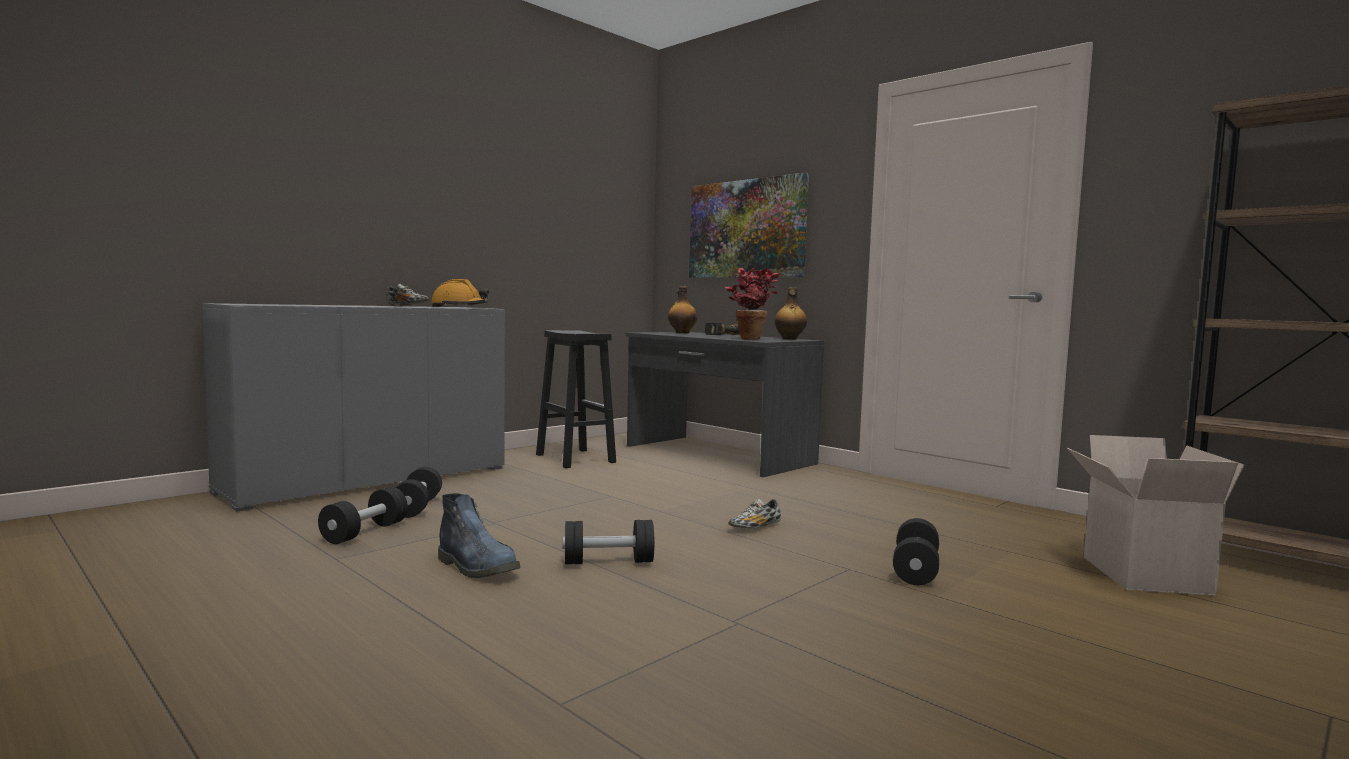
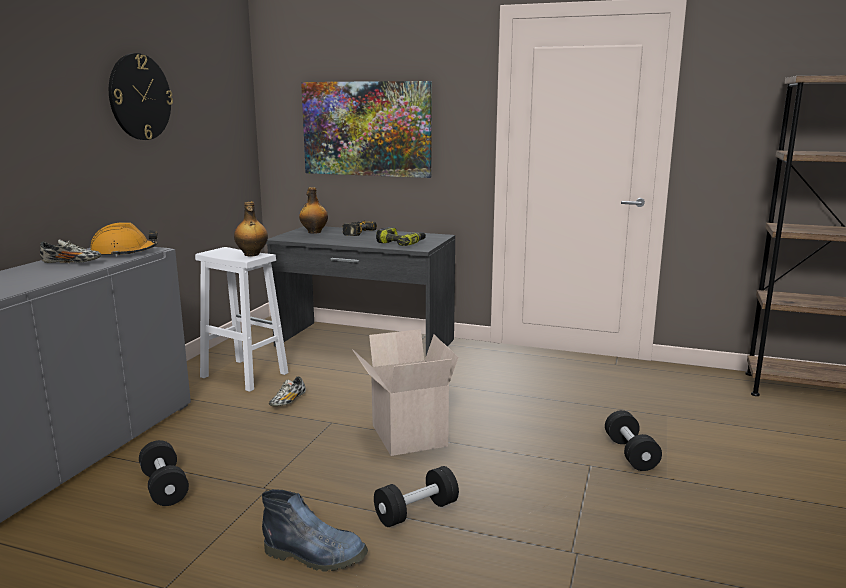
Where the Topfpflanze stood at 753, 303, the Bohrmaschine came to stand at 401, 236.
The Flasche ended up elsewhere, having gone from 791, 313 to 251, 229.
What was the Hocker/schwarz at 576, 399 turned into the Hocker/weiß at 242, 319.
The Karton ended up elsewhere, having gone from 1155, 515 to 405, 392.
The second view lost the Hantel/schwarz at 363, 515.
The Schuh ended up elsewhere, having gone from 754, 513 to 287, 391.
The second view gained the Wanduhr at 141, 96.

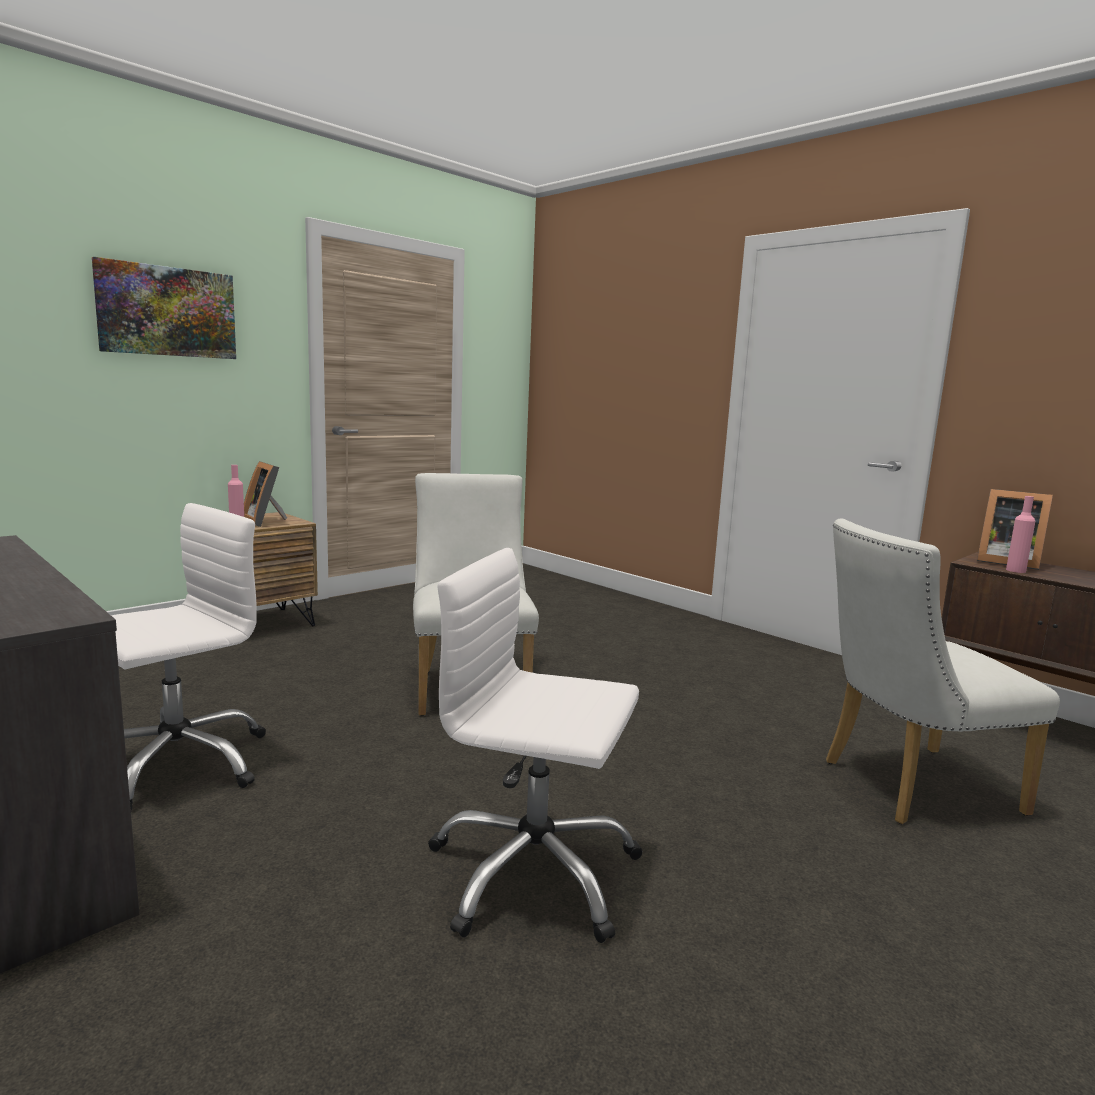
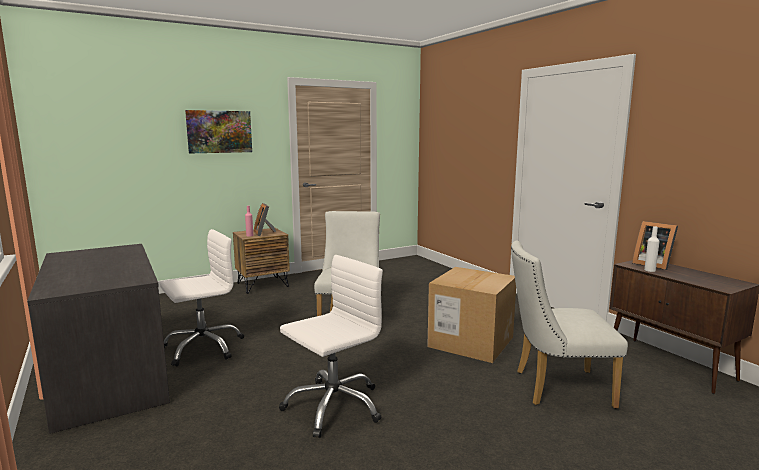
What was the Flasche/rosa at 1020, 534 turned into the Flasche/weiß at 652, 249.
The Bürostuhl/weiß at 535, 745 ended up facing another way, 105 degrees clockwise from before.
The second view gained the Karton at 471, 315.

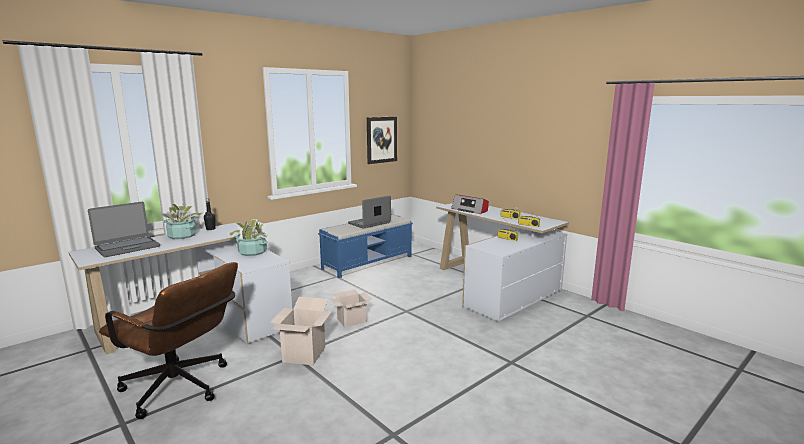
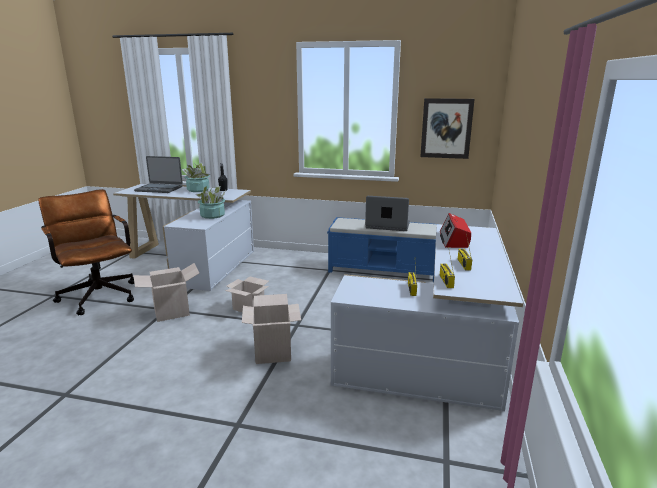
The Bürostuhl/braun at 168, 340 ended up facing another way, 150 degrees clockwise from before.
The second view gained the Karton at 271, 329.

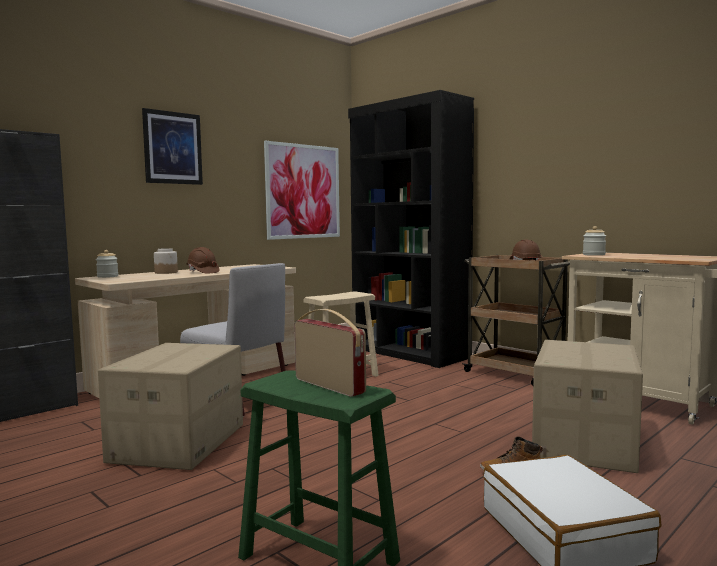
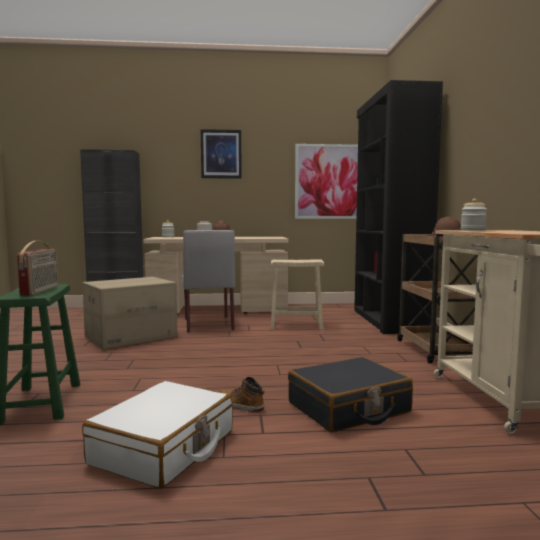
Where the Karton stood at 587, 406, the Koffer/schwarz came to stand at 350, 395.

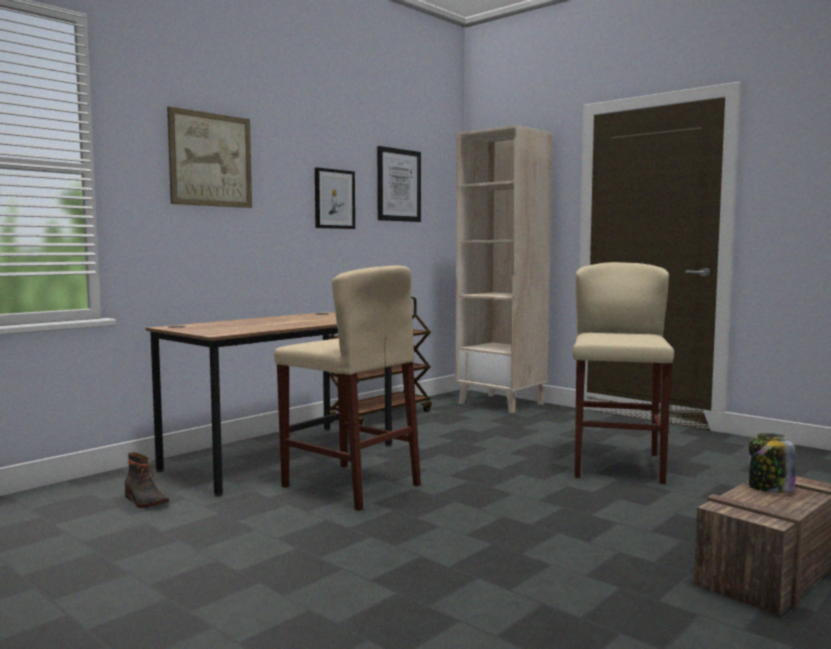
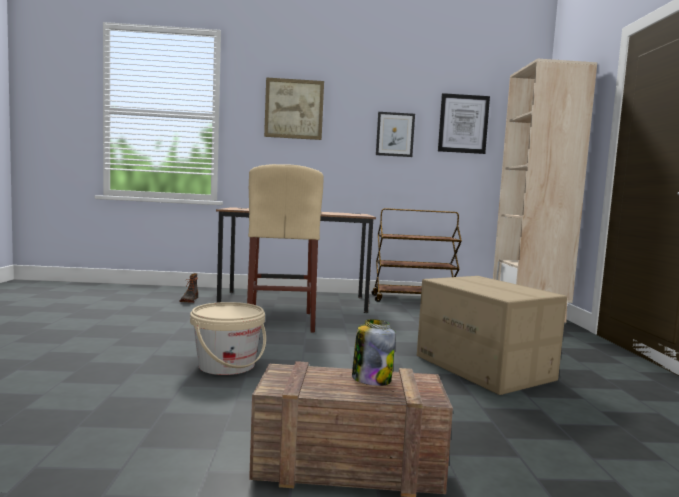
Where the Hocker/beige stood at 623, 373, the Karton came to stand at 492, 335.
The second view gained the Eimer/beige at 228, 338.

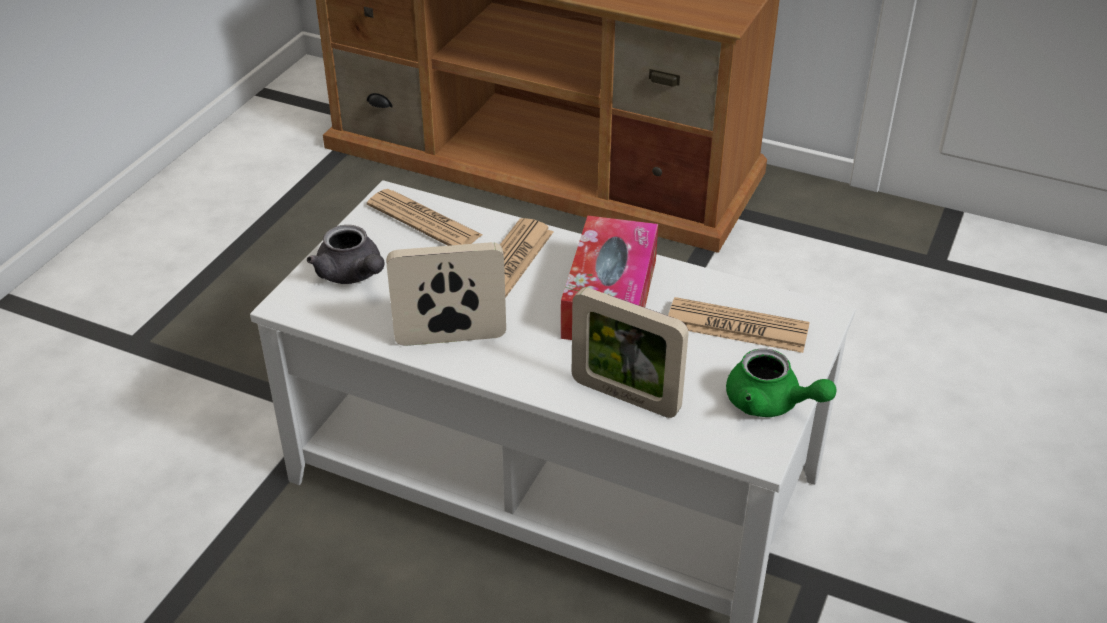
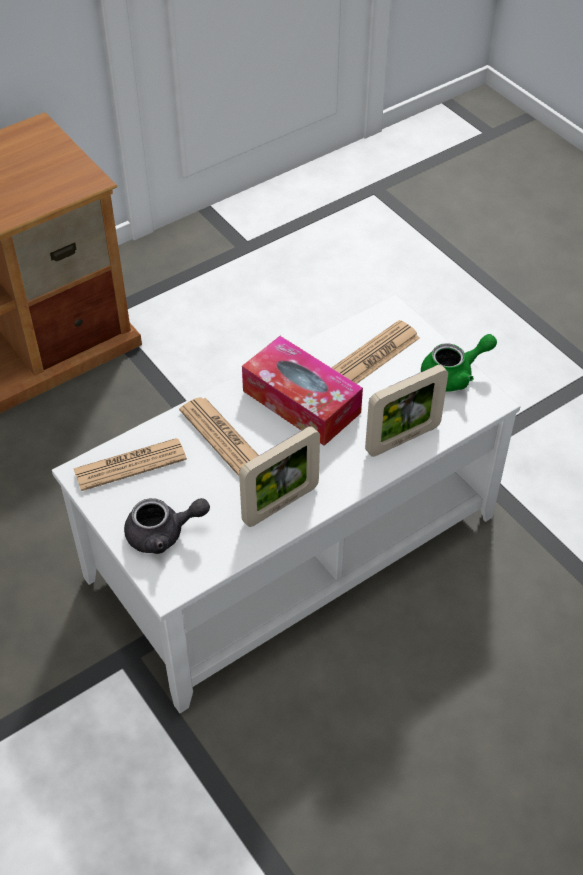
The Bilderrahmen at 446, 294 ended up facing another way, 150 degrees counterclockwise from before.

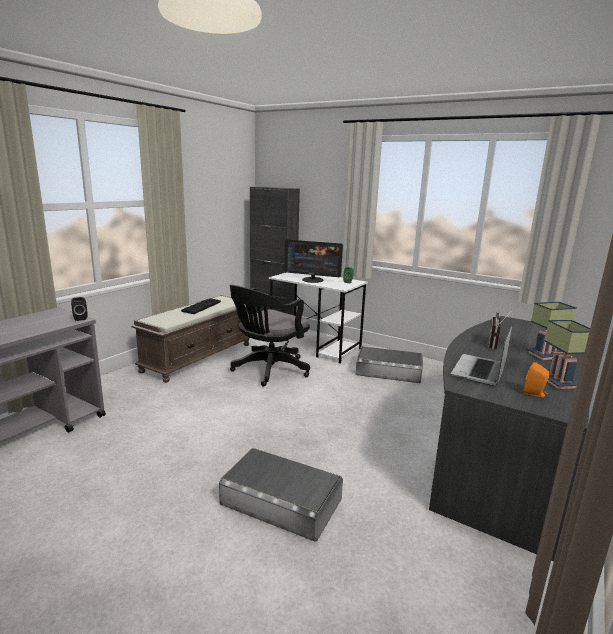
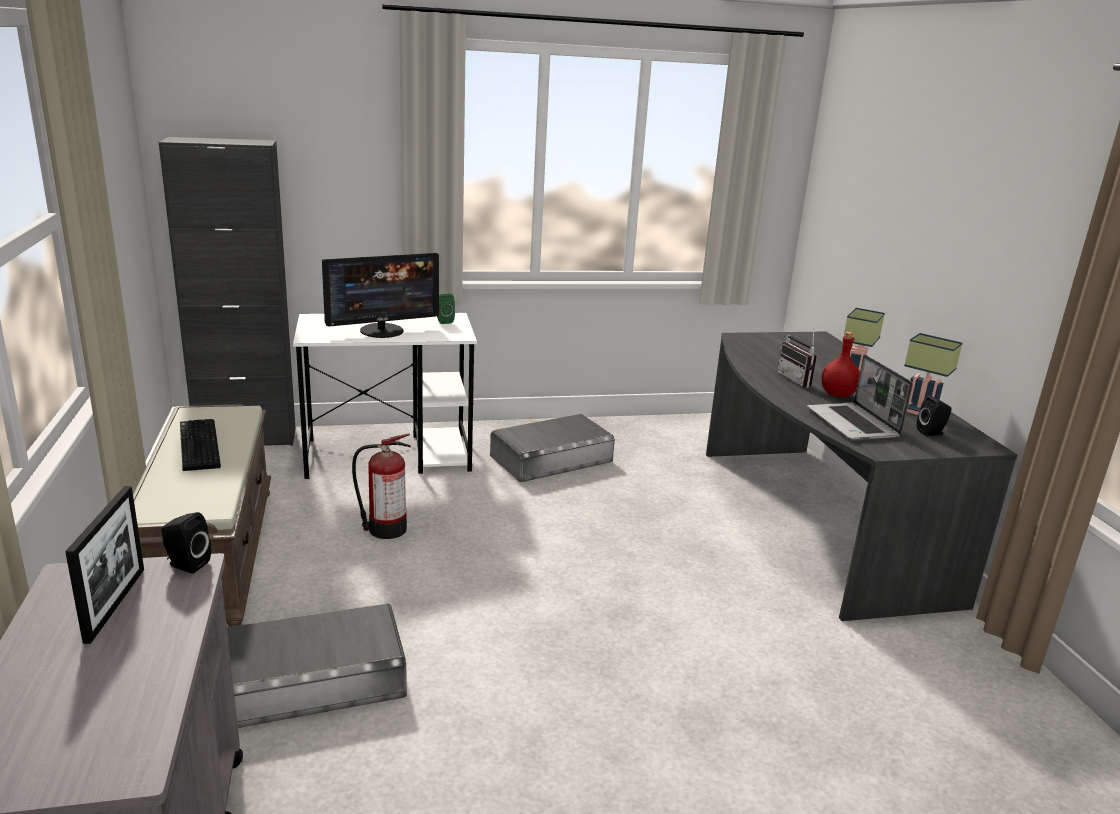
Where the Bürostuhl/schwarz stood at 270, 336, the Feuerlöscher came to stand at 381, 486.
What was the Lautsprecher/orange at 537, 379 turned into the Lautsprecher/schwarz at 934, 415.
The Aufbewahrungsbox/grau ended up elsewhere, having gone from 281, 494 to 317, 665.
The second view gained the Flasche/rot at 840, 364.
The second view gained the Bilderrahmen at 104, 565.

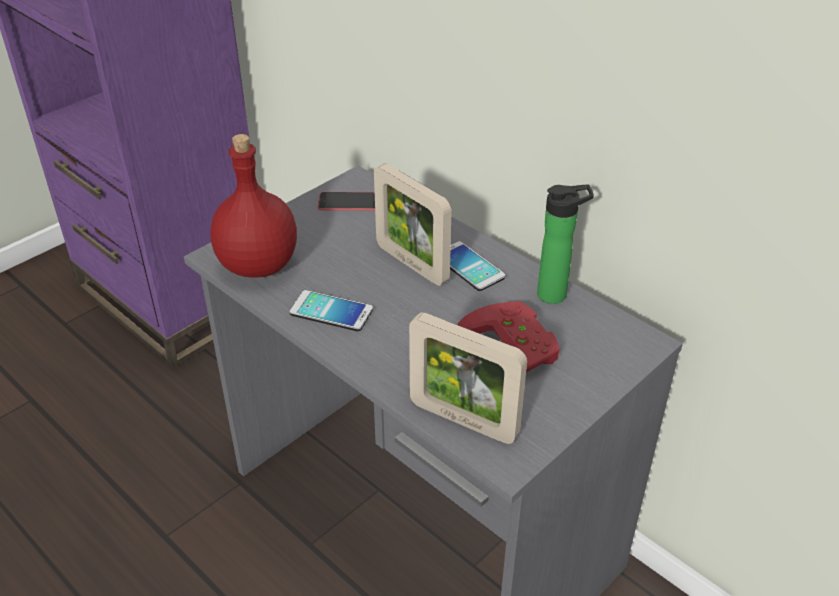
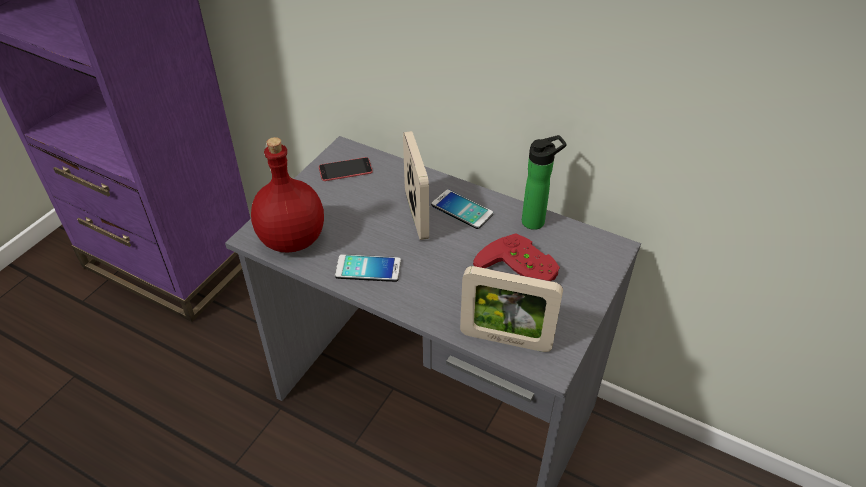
The Bilderrahmen at 413, 224 ended up facing another way, 135 degrees counterclockwise from before.

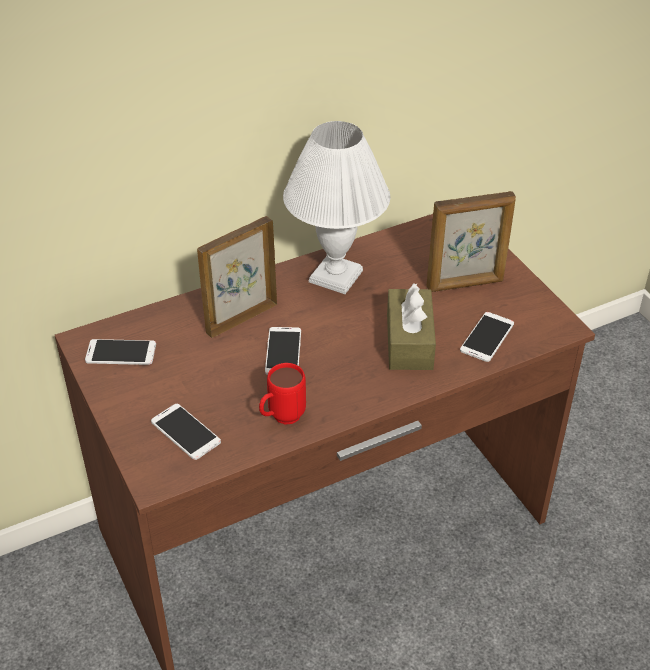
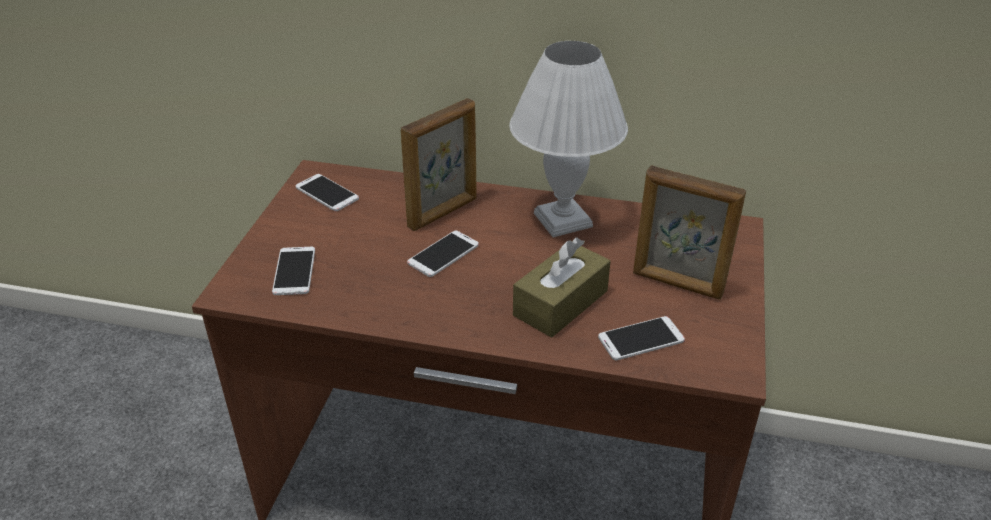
The Bilderrahmen at 237, 277 ended up facing another way, 135 degrees clockwise from before.
The second view lost the Henkelbecher/rot at 282, 394.

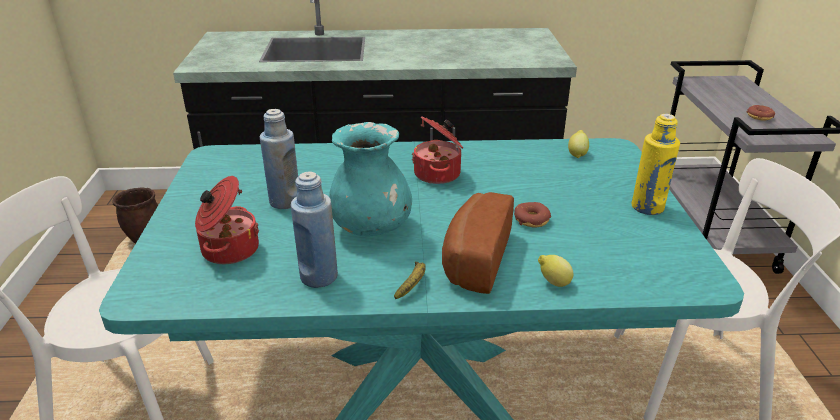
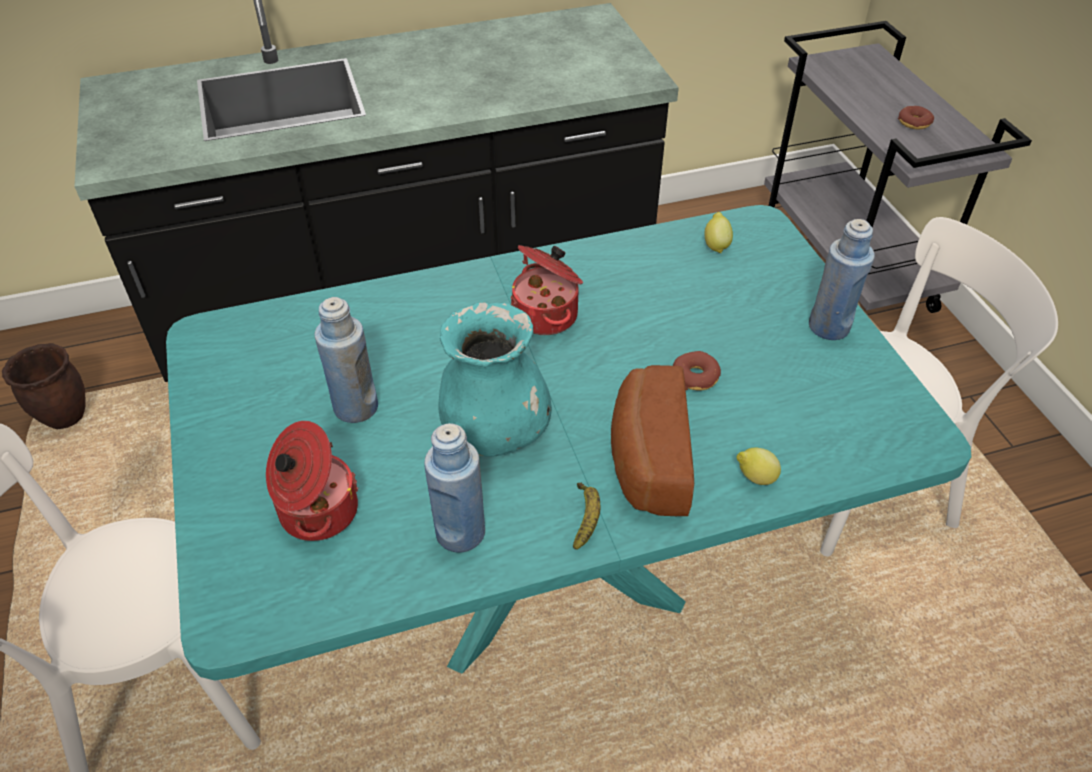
What was the Flasche/gelb at 656, 164 turned into the Flasche/blau at 842, 279.

